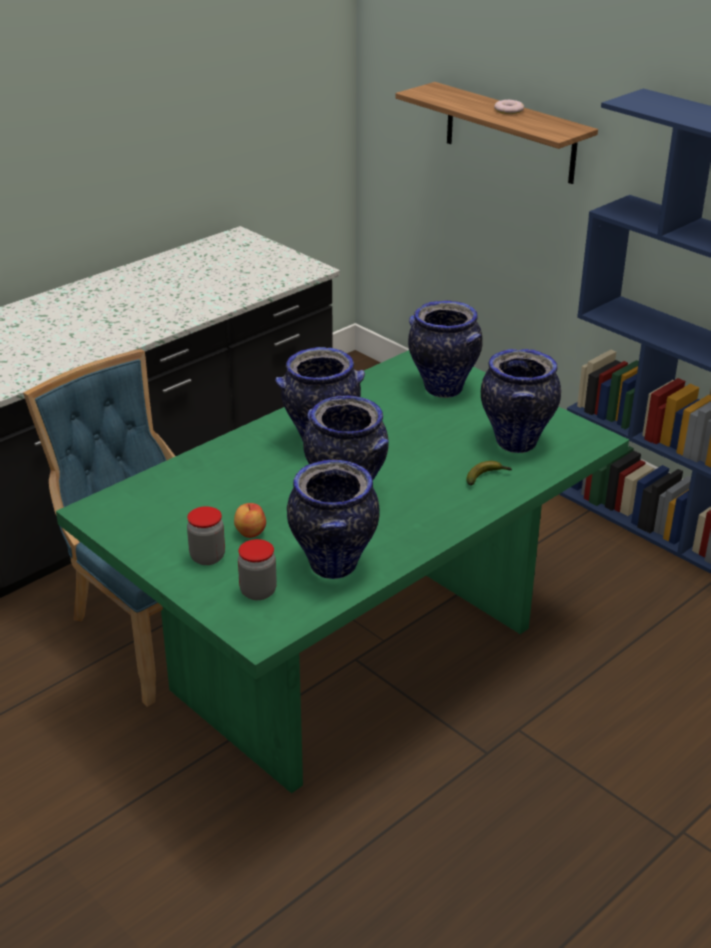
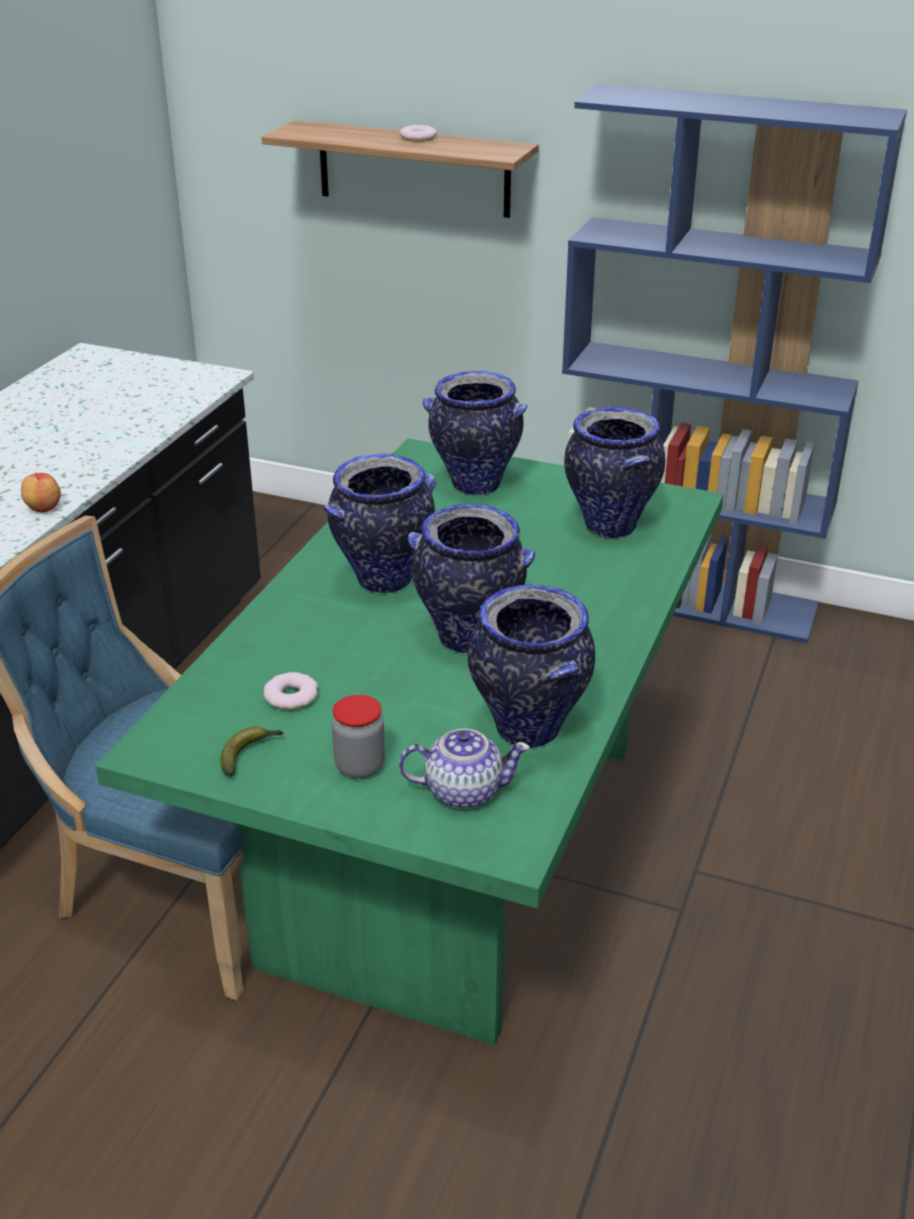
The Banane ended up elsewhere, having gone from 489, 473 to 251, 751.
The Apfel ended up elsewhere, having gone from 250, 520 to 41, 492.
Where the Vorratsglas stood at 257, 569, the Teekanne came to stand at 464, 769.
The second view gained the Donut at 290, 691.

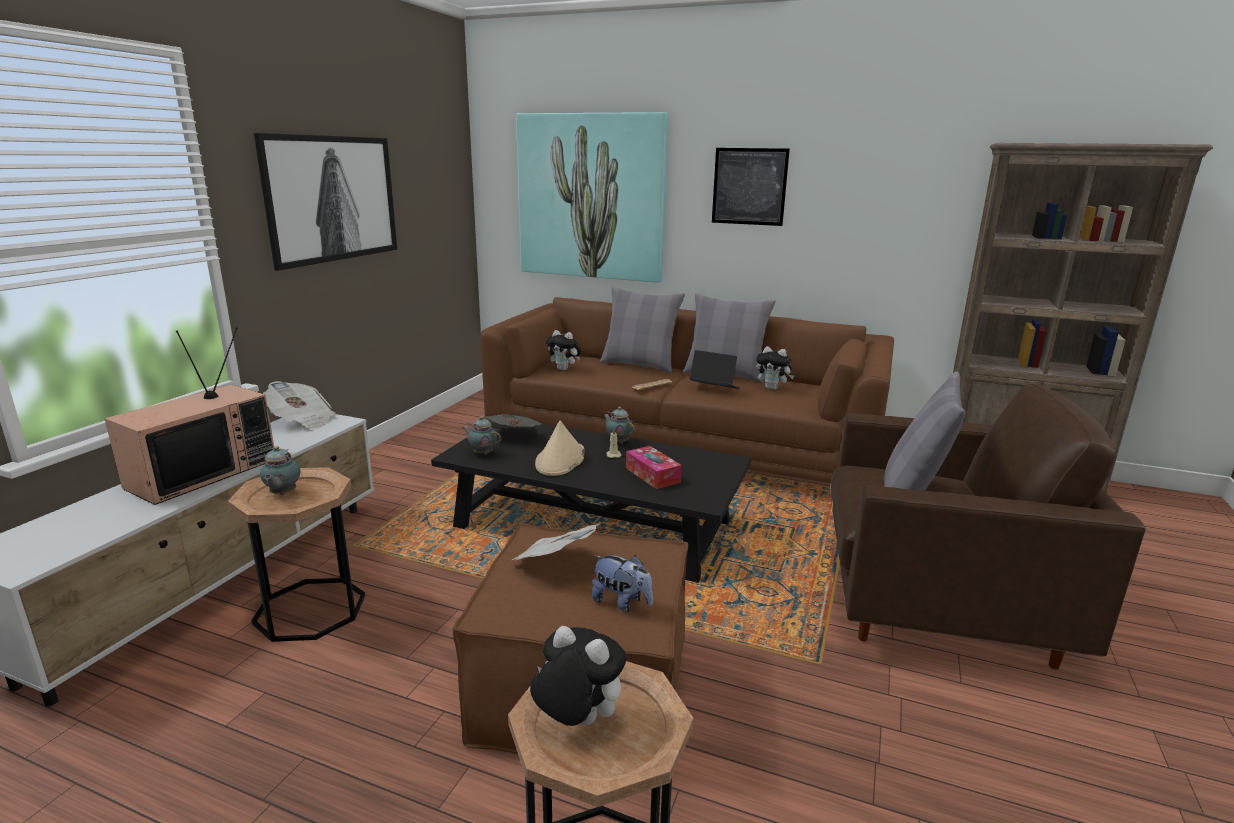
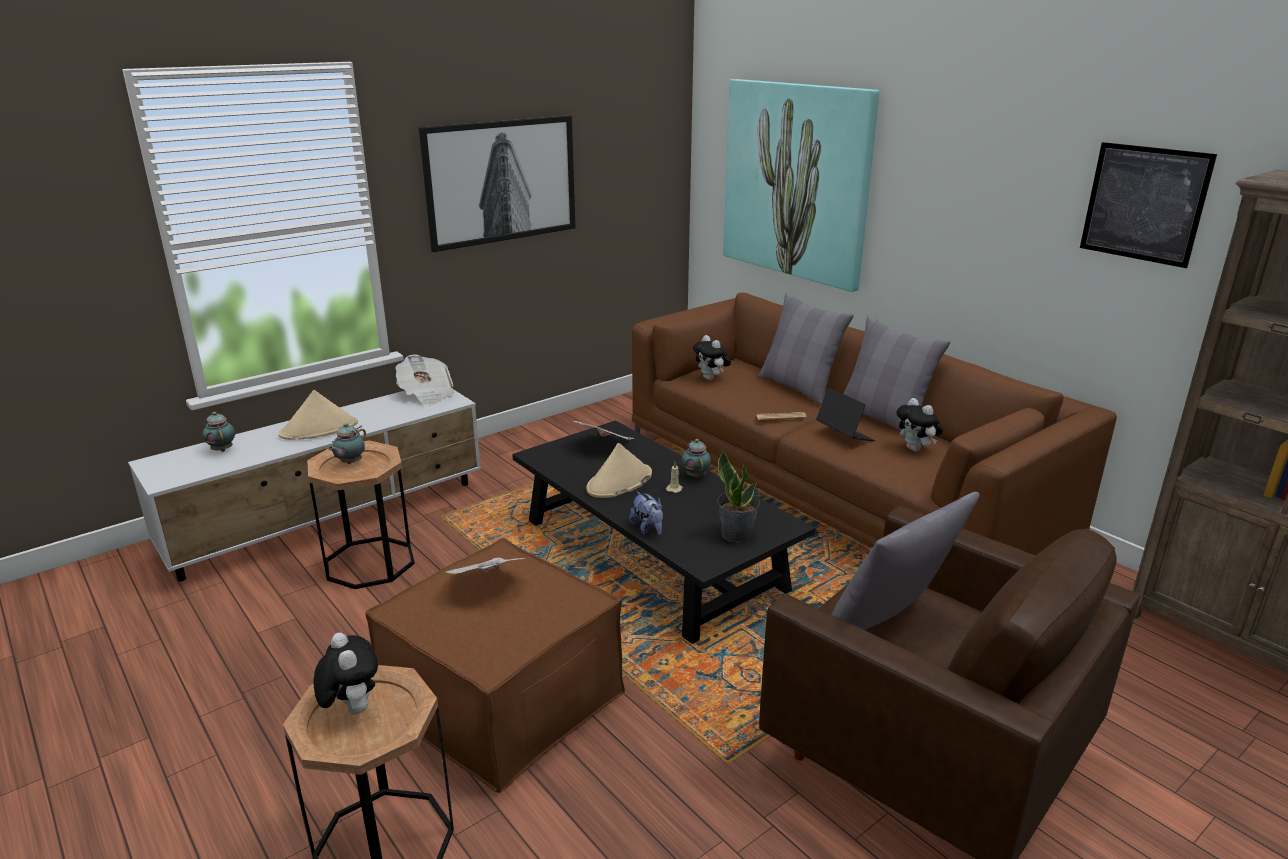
The Bild ended up elsewhere, having gone from 751, 187 to 1148, 205.
Where the Fernseher stood at 189, 416, the Hut/beige came to stand at 318, 415.
The Teekanne ended up elsewhere, having gone from 481, 435 to 218, 432.
The second view lost the Taschentuchbox at 654, 467.
The Plüschtier ended up elsewhere, having gone from 622, 583 to 646, 513.
The second view gained the Topfpflanze at 738, 496.

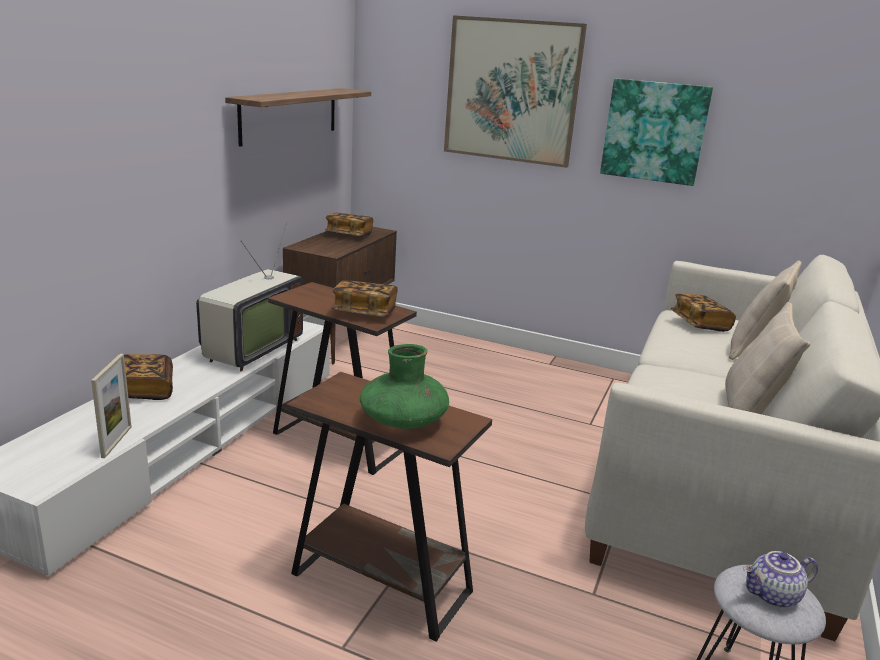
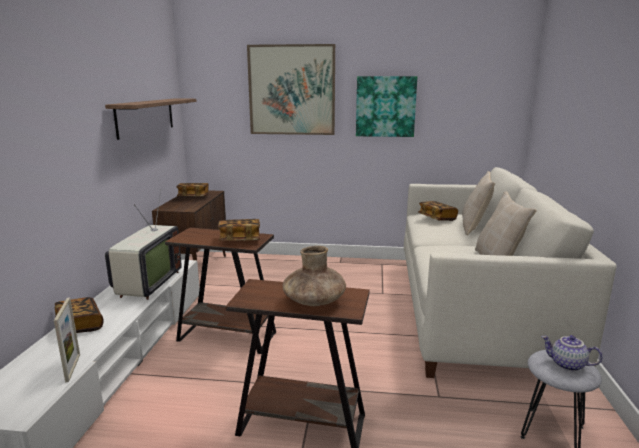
What was the Vase/grün at 404, 386 turned into the Vase/braun at 314, 276.
The Teekanne at 780, 579 ended up facing another way, 60 degrees clockwise from before.

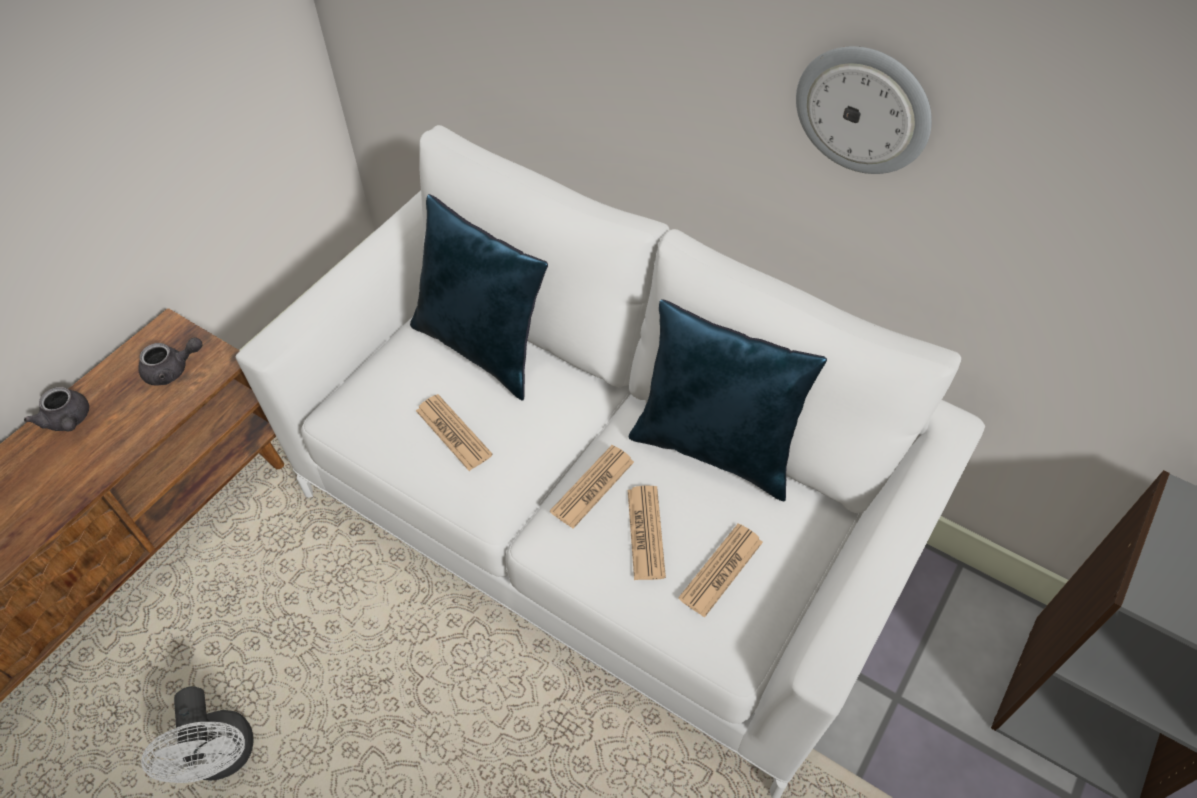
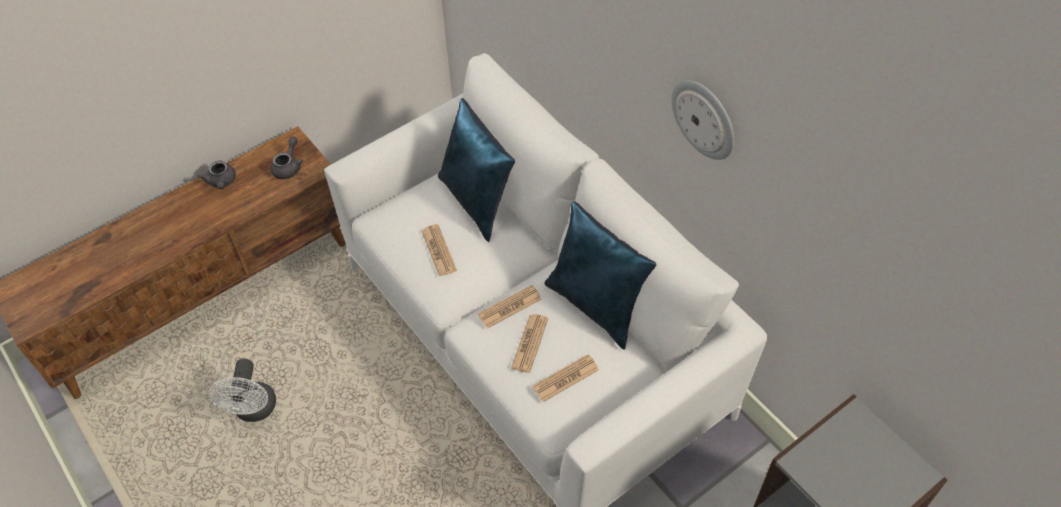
The Teekanne/grau at 170, 361 ended up facing another way, 75 degrees counterclockwise from before.

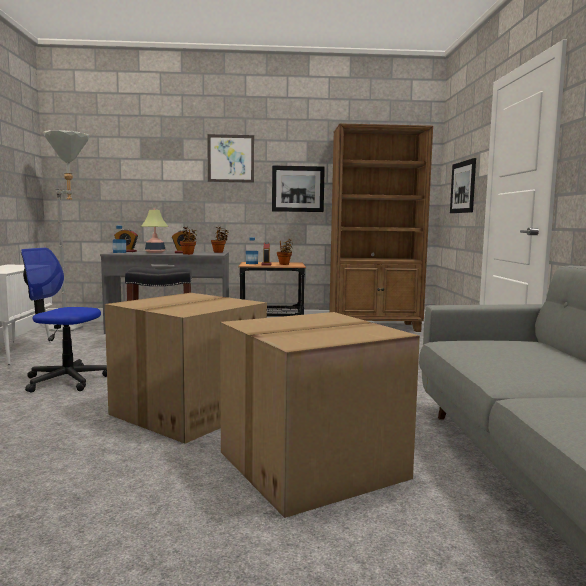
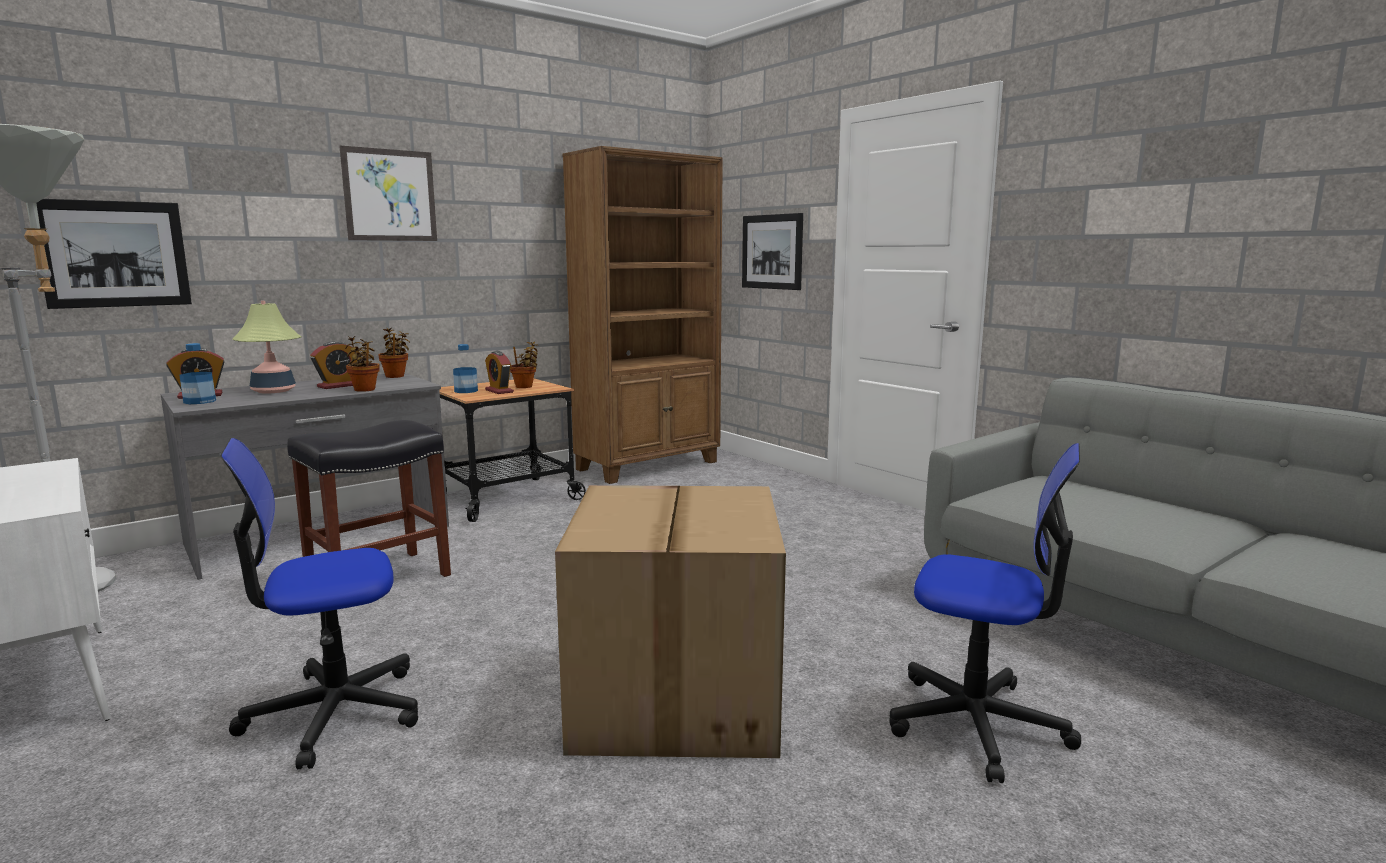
The Bild ended up elsewhere, having gone from 298, 189 to 114, 254.
Where the Karton stood at 320, 415, the Bürostuhl came to stand at 985, 613.

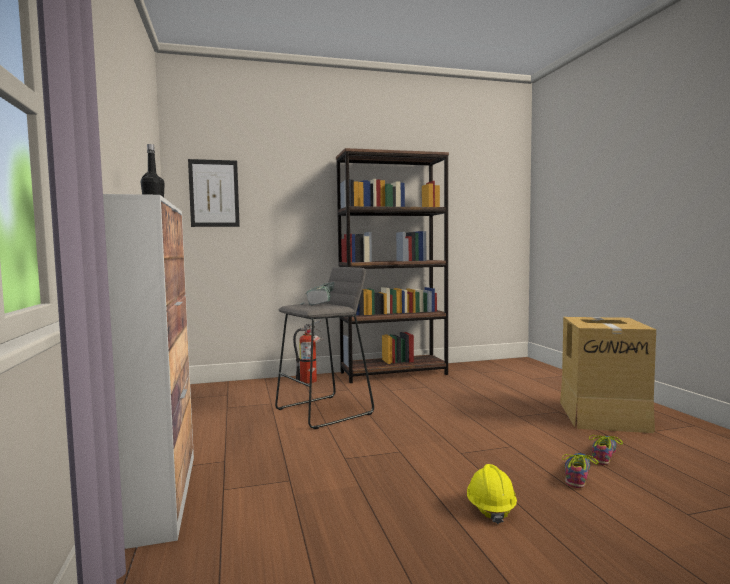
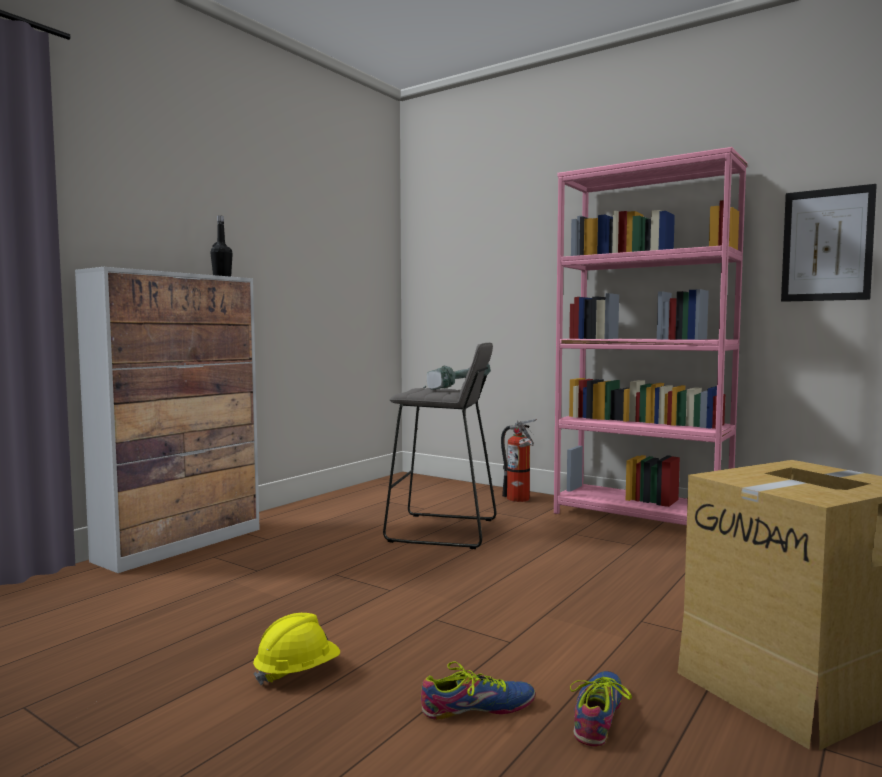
What was the Bücherregal/braun at 392, 265 turned into the Bücherregal/rosa at 650, 336.
The Bild ended up elsewhere, having gone from 214, 193 to 829, 243.
The Schuh at 606, 450 ended up facing another way, 60 degrees counterclockwise from before.

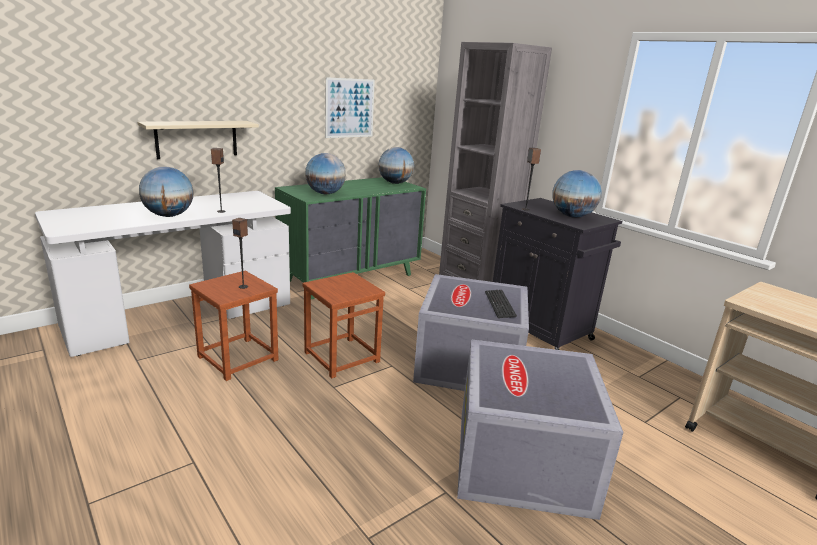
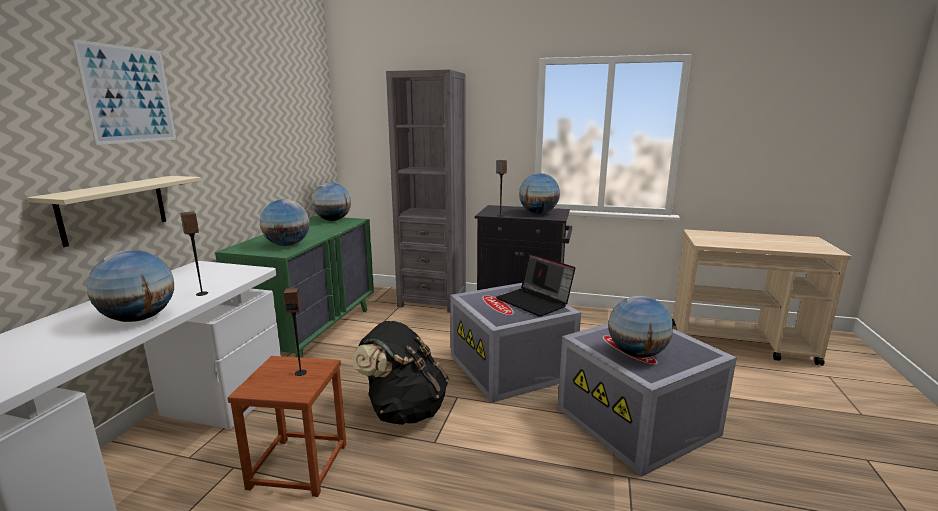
The Bild ended up elsewhere, having gone from 350, 107 to 124, 92.
Where the Hocker/braun stood at 343, 325, the Rucksack/schwarz came to stand at 399, 373.
Where the Tastatur stood at 501, 304, the Laptop came to stand at 535, 285.
The second view gained the Globus at 640, 327.

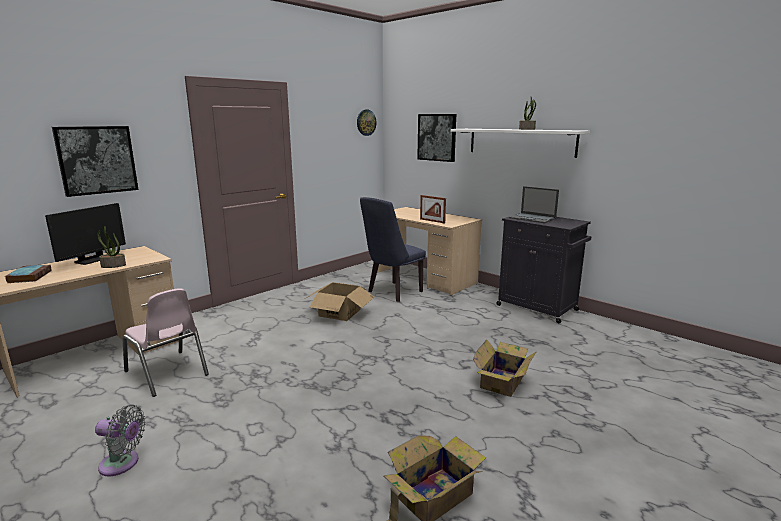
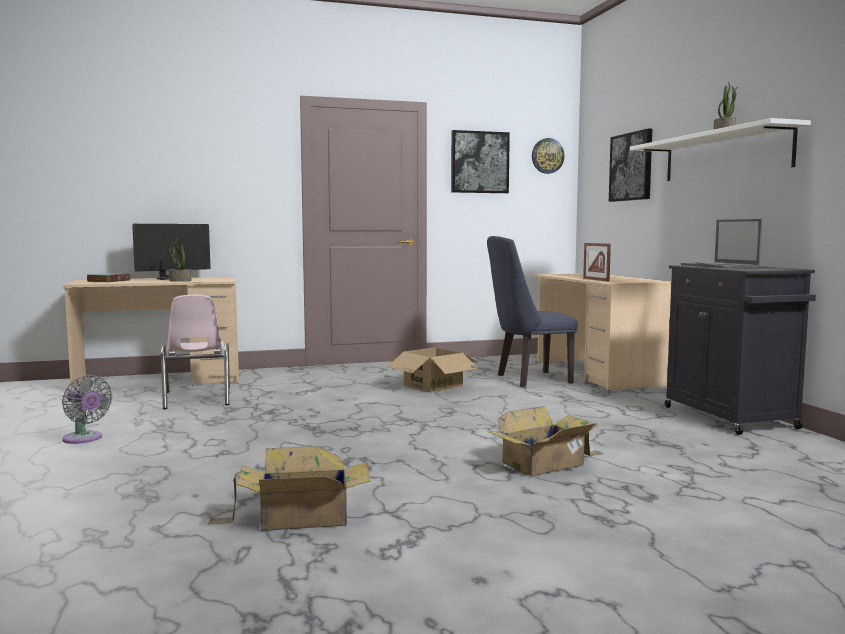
The Bild ended up elsewhere, having gone from 95, 161 to 480, 161.

